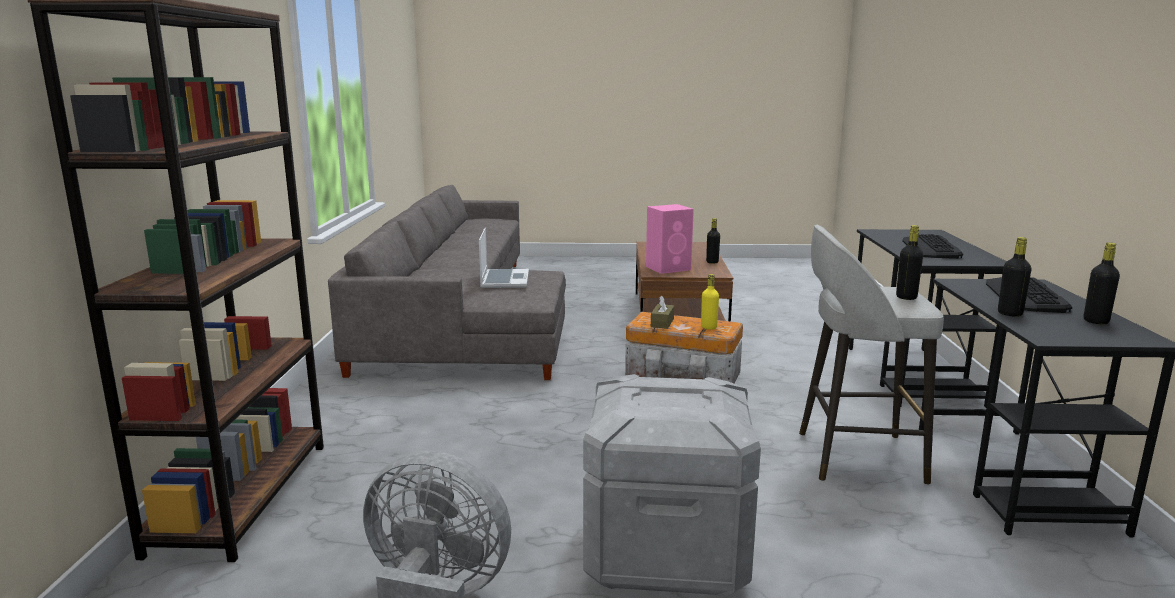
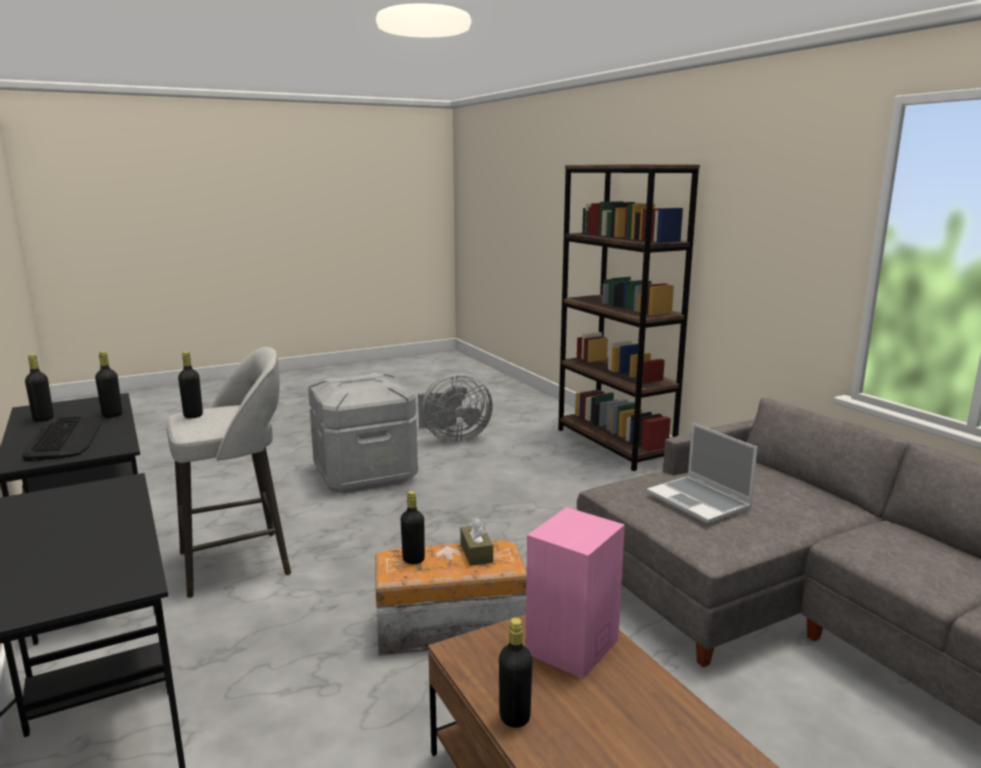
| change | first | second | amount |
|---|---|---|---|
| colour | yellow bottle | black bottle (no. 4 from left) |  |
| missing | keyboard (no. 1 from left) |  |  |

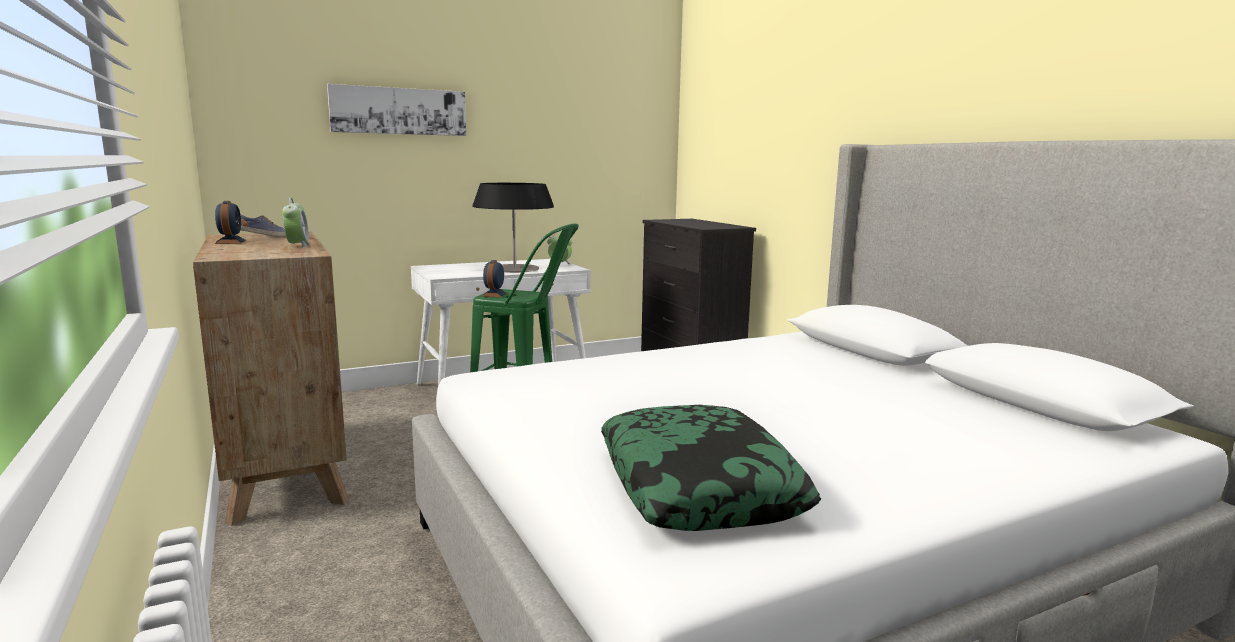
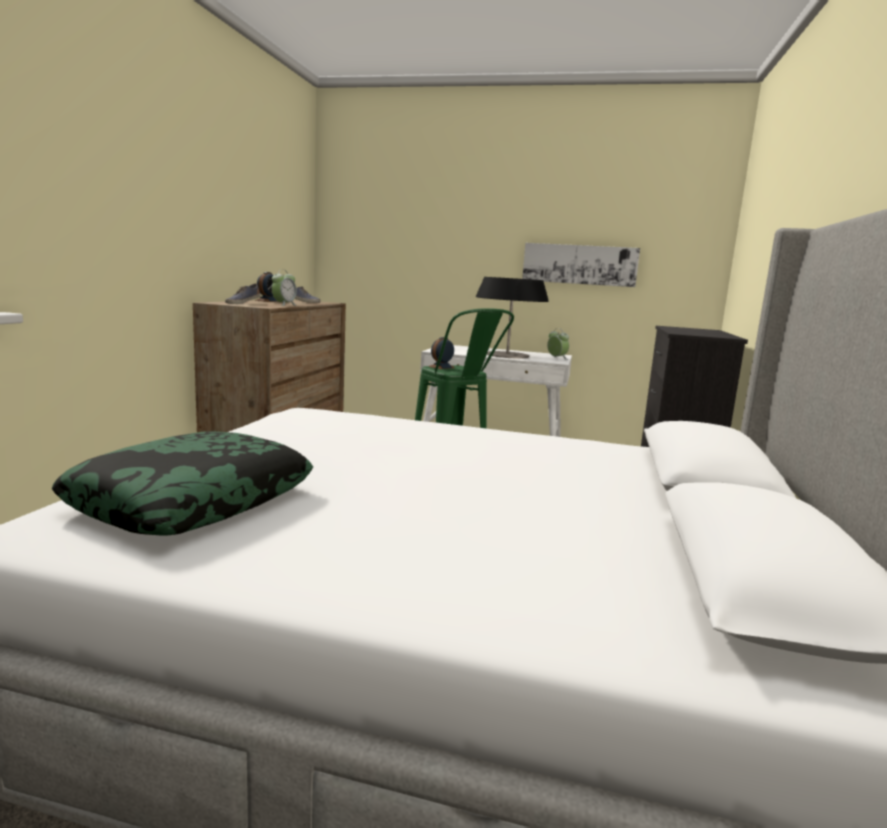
| change | first | second | amount |
|---|---|---|---|
| relocated | picture |  |  |
| appeared |  | shoe (no. 1 from left) |  |

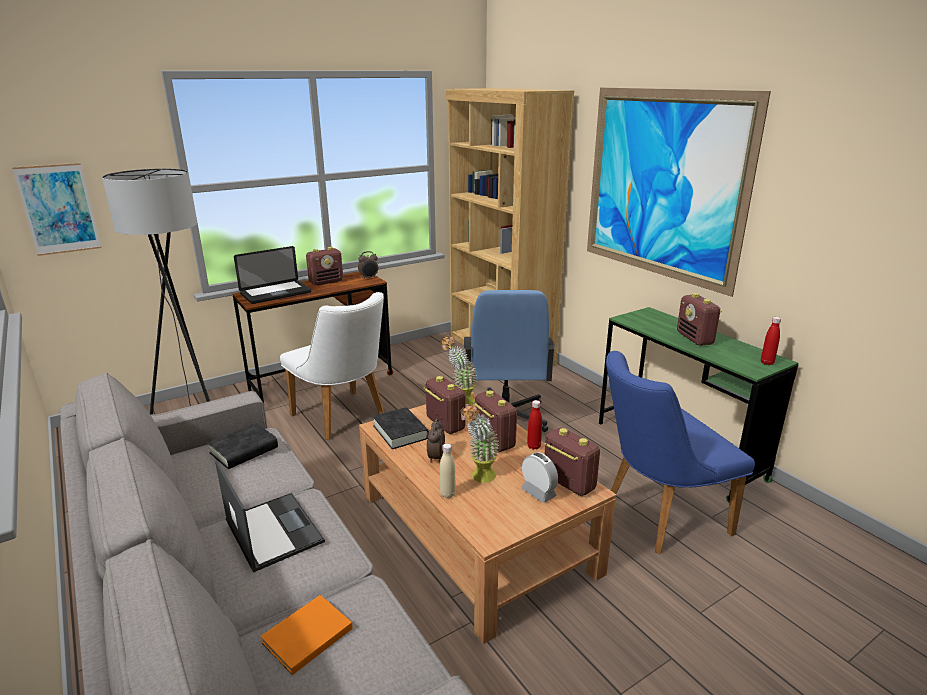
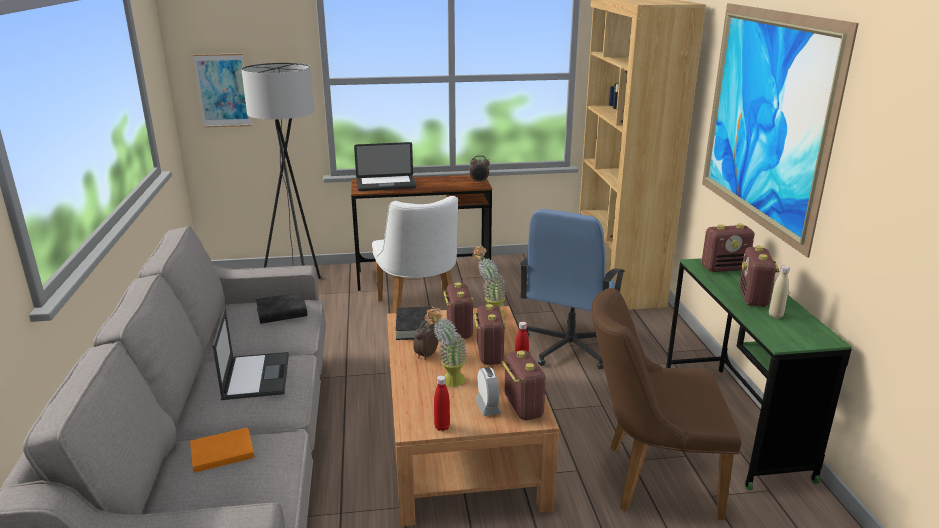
| change | first | second | amount |
|---|---|---|---|
| relocated | radio (no. 1 from left in the first image) | radio (no. 4 from left) |  |
| relocated | beige bottle |  |  |
| colour | blue chair | brown chair |  |
| relocated | red bottle (no. 2 from left in the first image) | red bottle (no. 1 from left) |  |

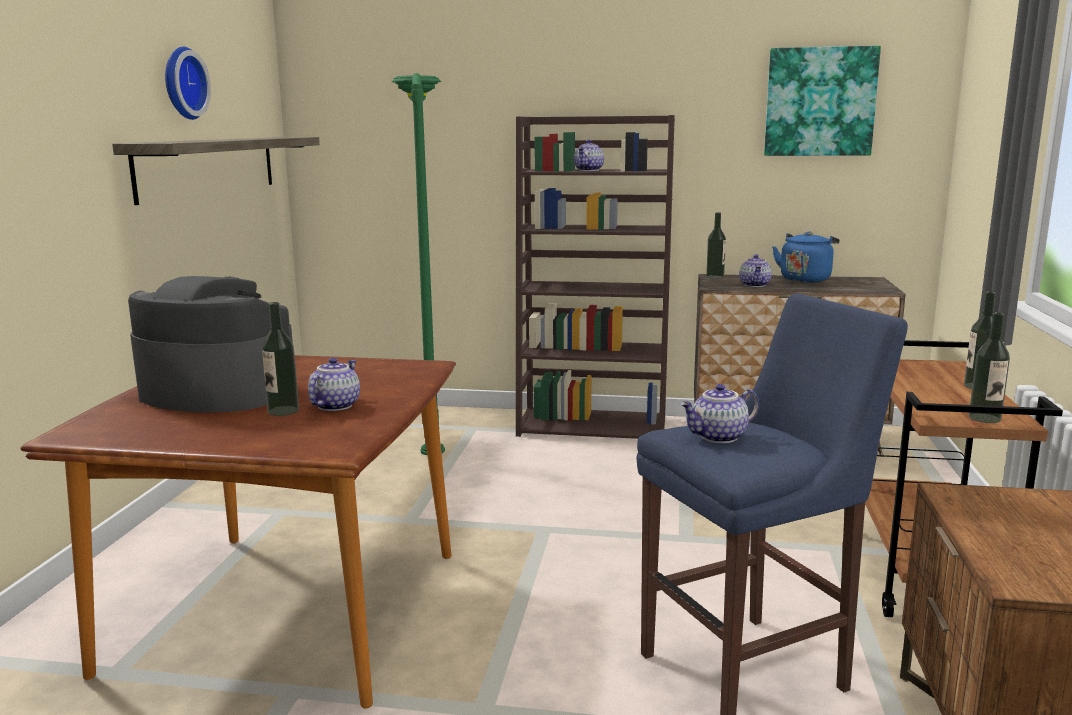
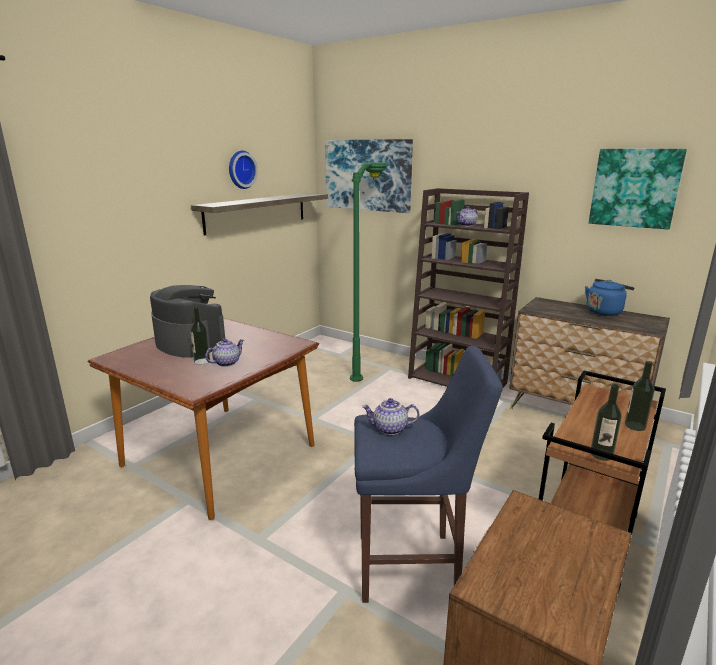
| change | first | second | amount |
|---|---|---|---|
| missing | bottle (no. 2 from left) |  |  |
| missing | teapot (no. 4 from left) |  |  |
| appeared |  | picture (no. 1 from left) |  |

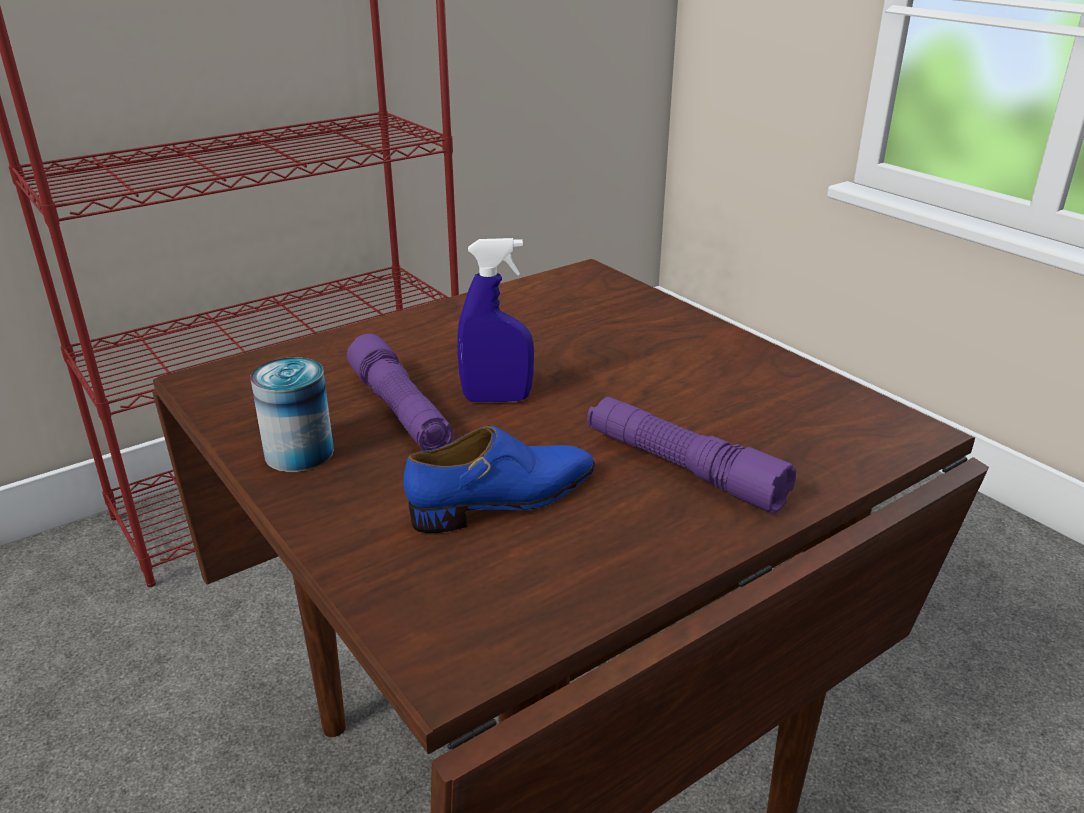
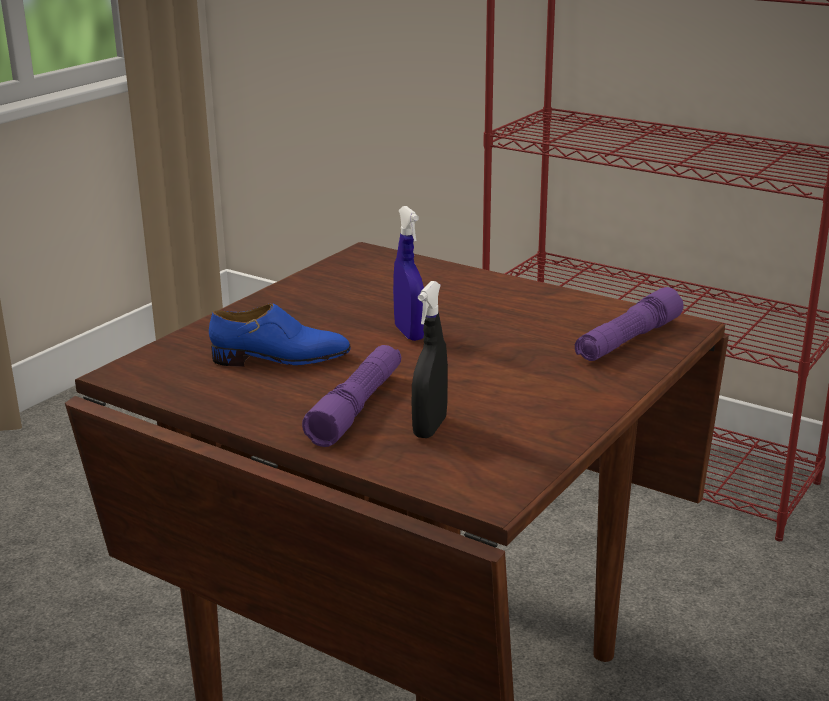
| change | first | second | amount |
|---|---|---|---|
| missing | can |  |  |
| relocated | purple flashlight (no. 1 from left in the first image) | purple flashlight (no. 2 from left) |  |
| spun | blue shoe |  | 45 degrees counterclockwise |
| appeared |  | black spray bottle |  |

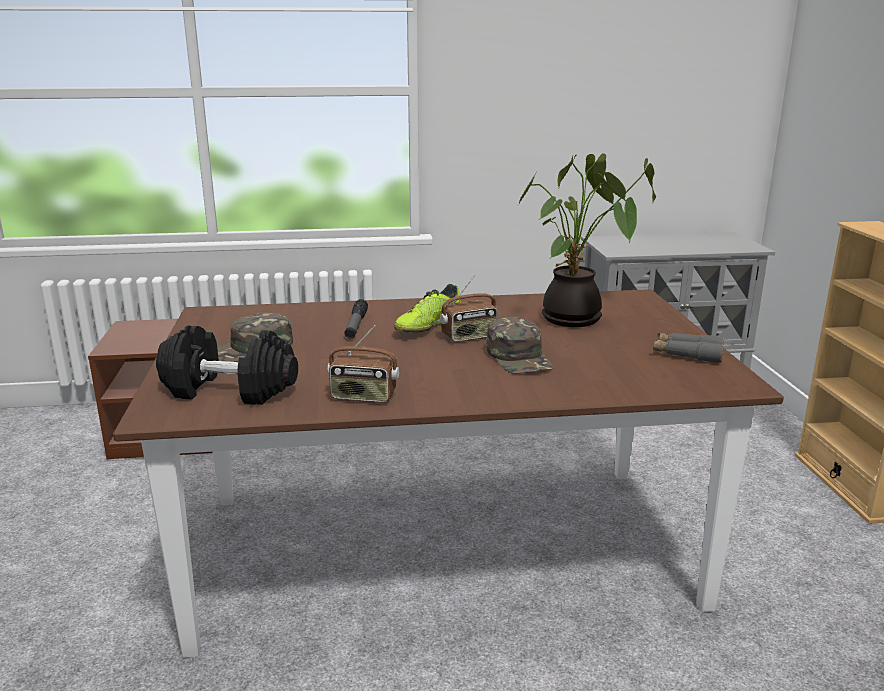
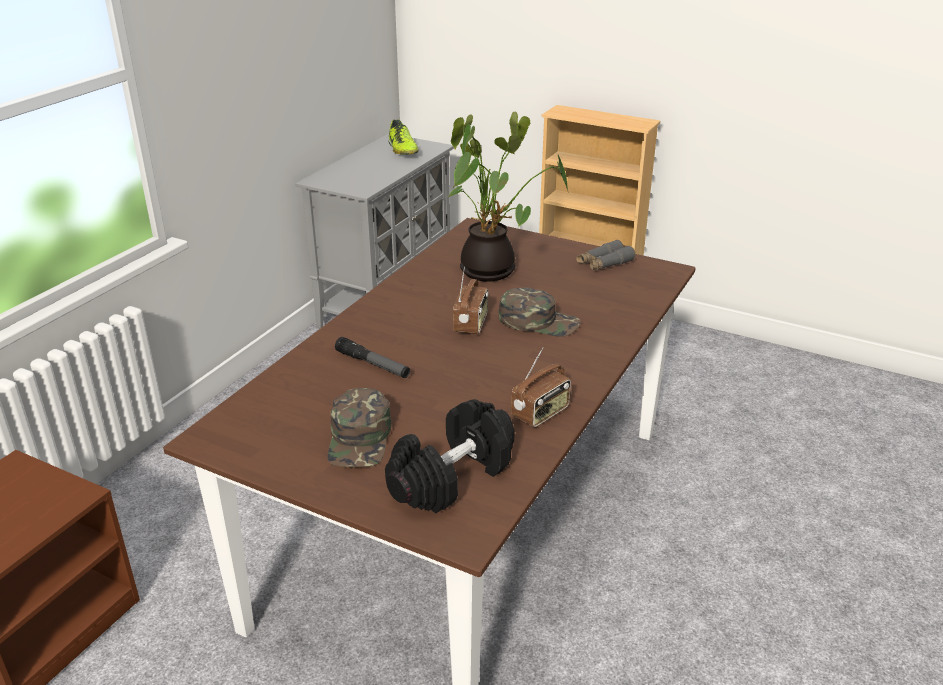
| change | first | second | amount |
|---|---|---|---|
| relocated | shoe |  |  |

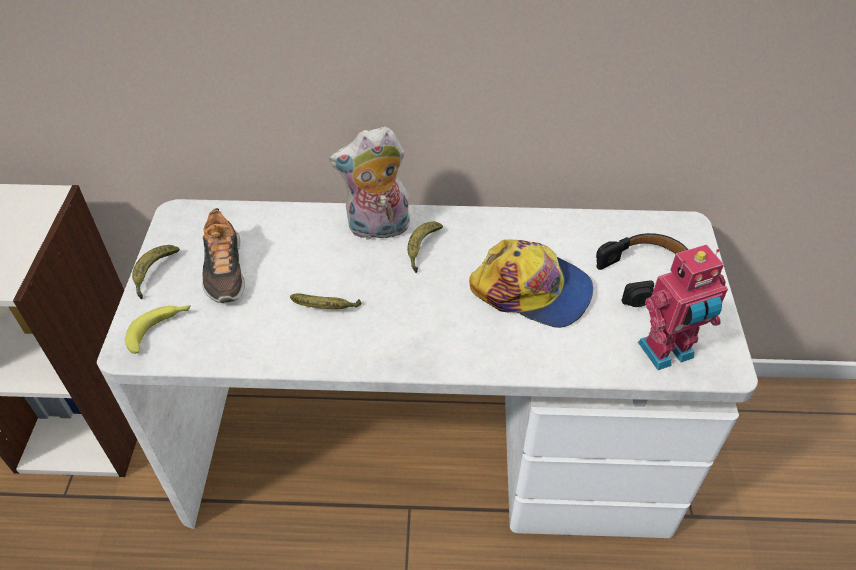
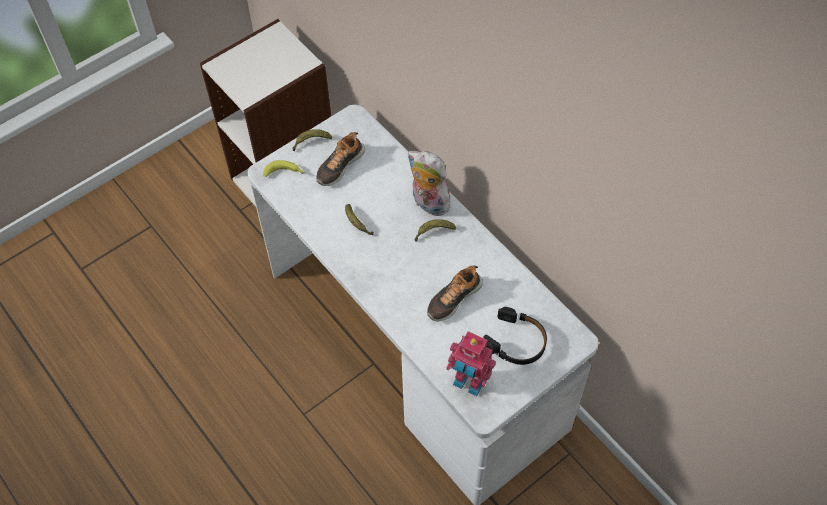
| change | first | second | amount |
|---|---|---|---|
| exchanged | cap | shoe (no. 2 from left) |  |

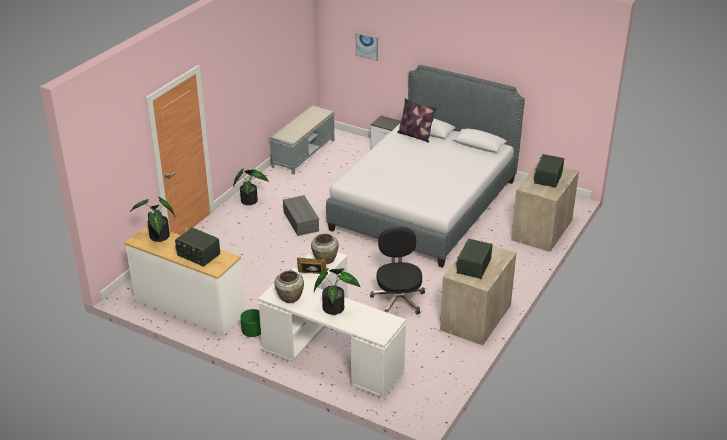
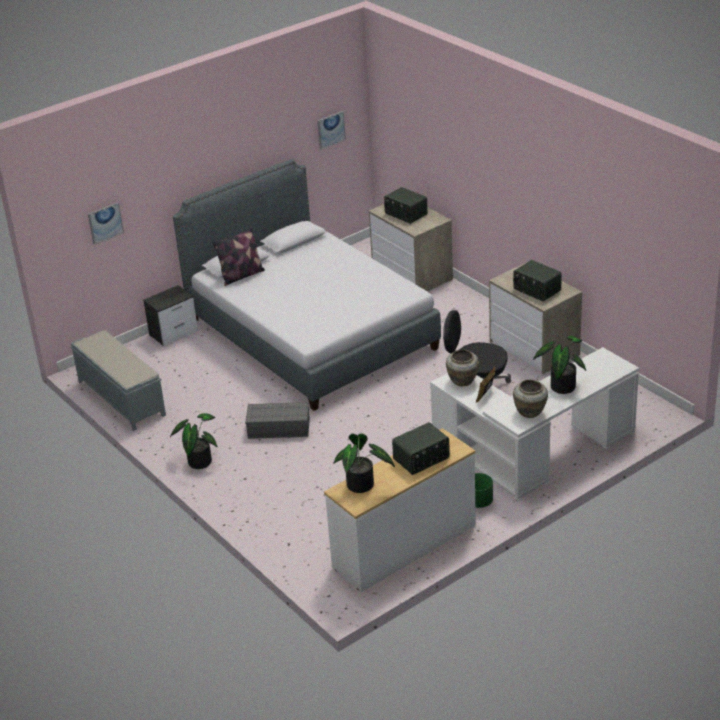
| change | first | second | amount |
|---|---|---|---|
| appeared |  | picture (no. 2 from left) |  |

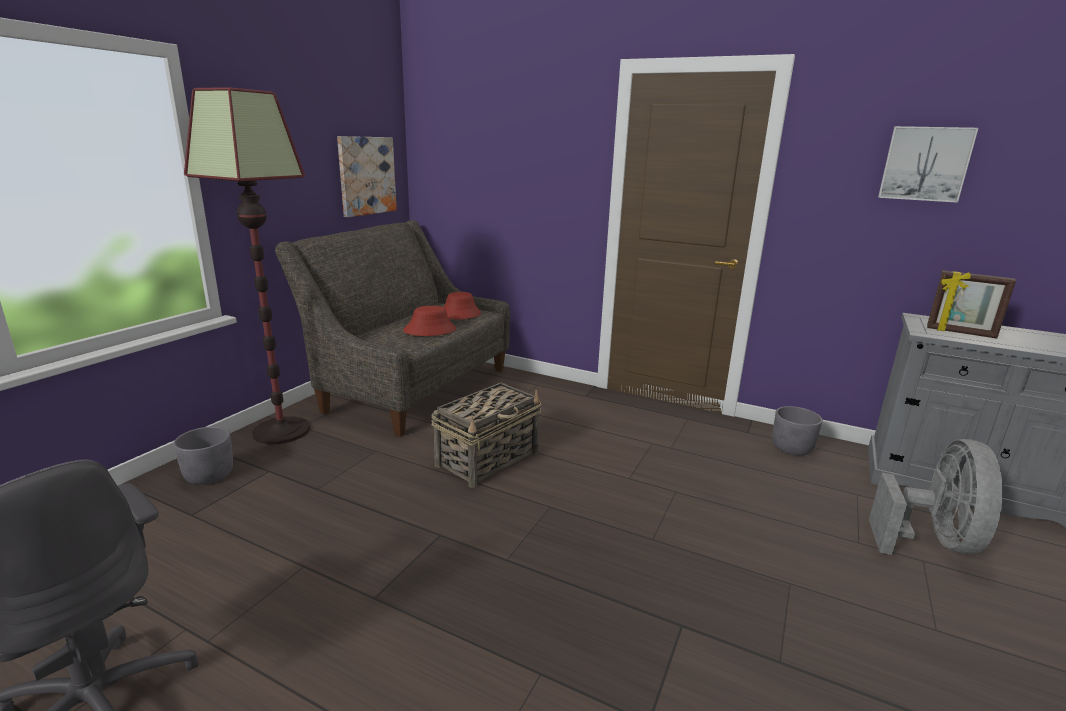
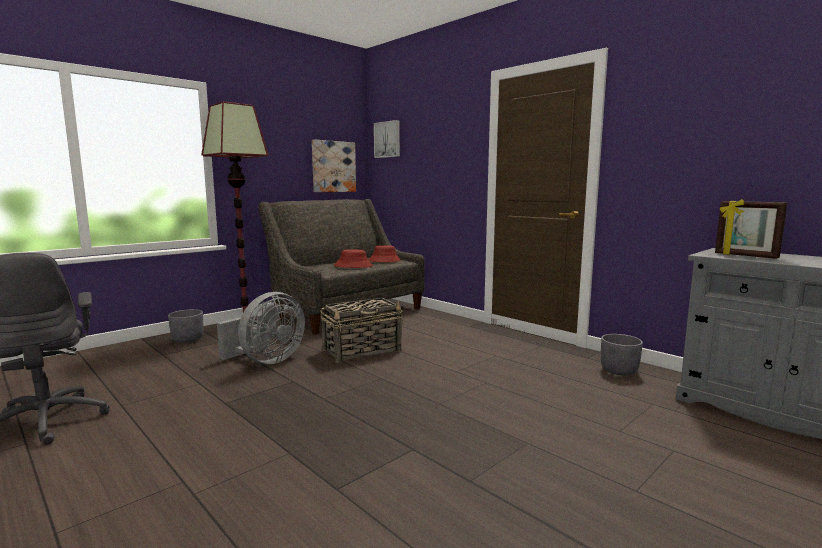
| change | first | second | amount |
|---|---|---|---|
| relocated | grey fan |  |  |
| relocated | picture (no. 2 from left) |  |  |

